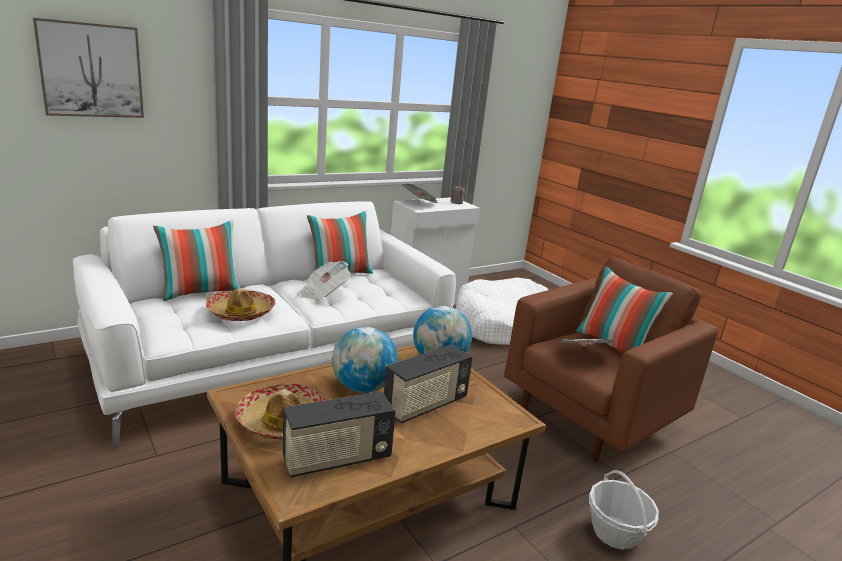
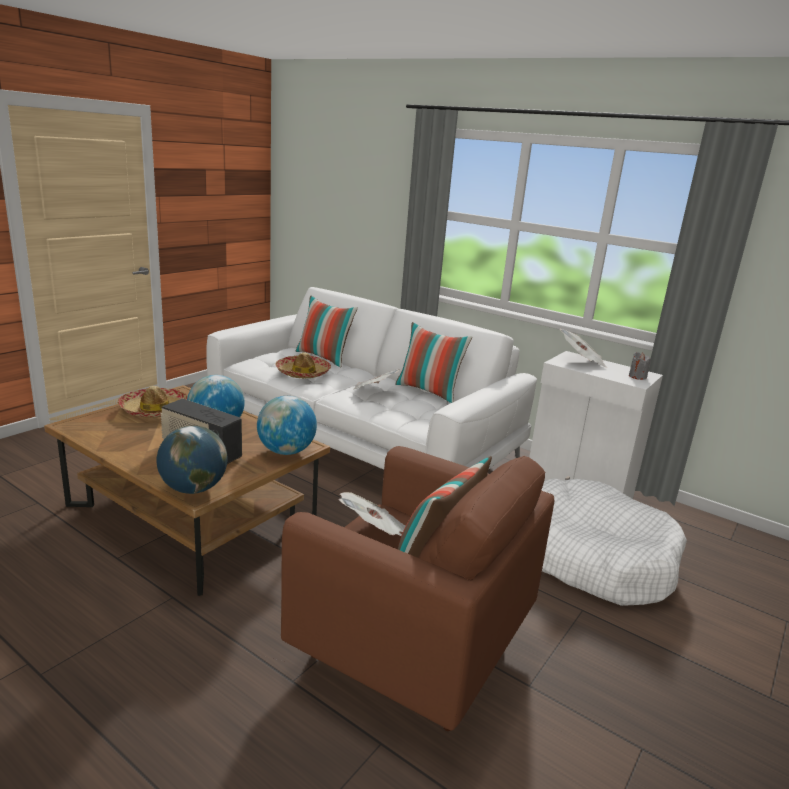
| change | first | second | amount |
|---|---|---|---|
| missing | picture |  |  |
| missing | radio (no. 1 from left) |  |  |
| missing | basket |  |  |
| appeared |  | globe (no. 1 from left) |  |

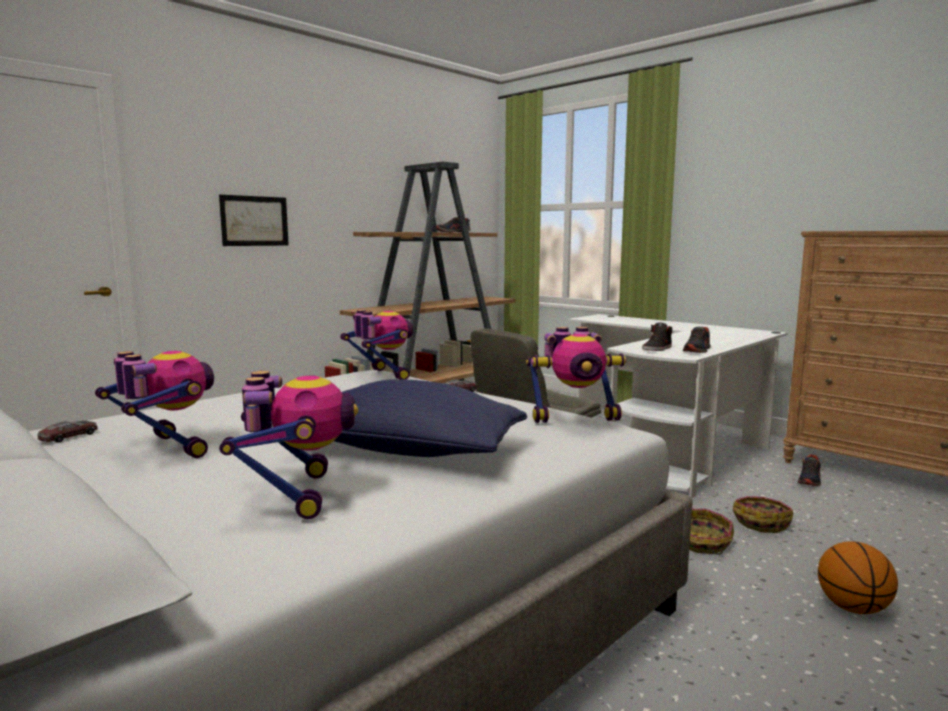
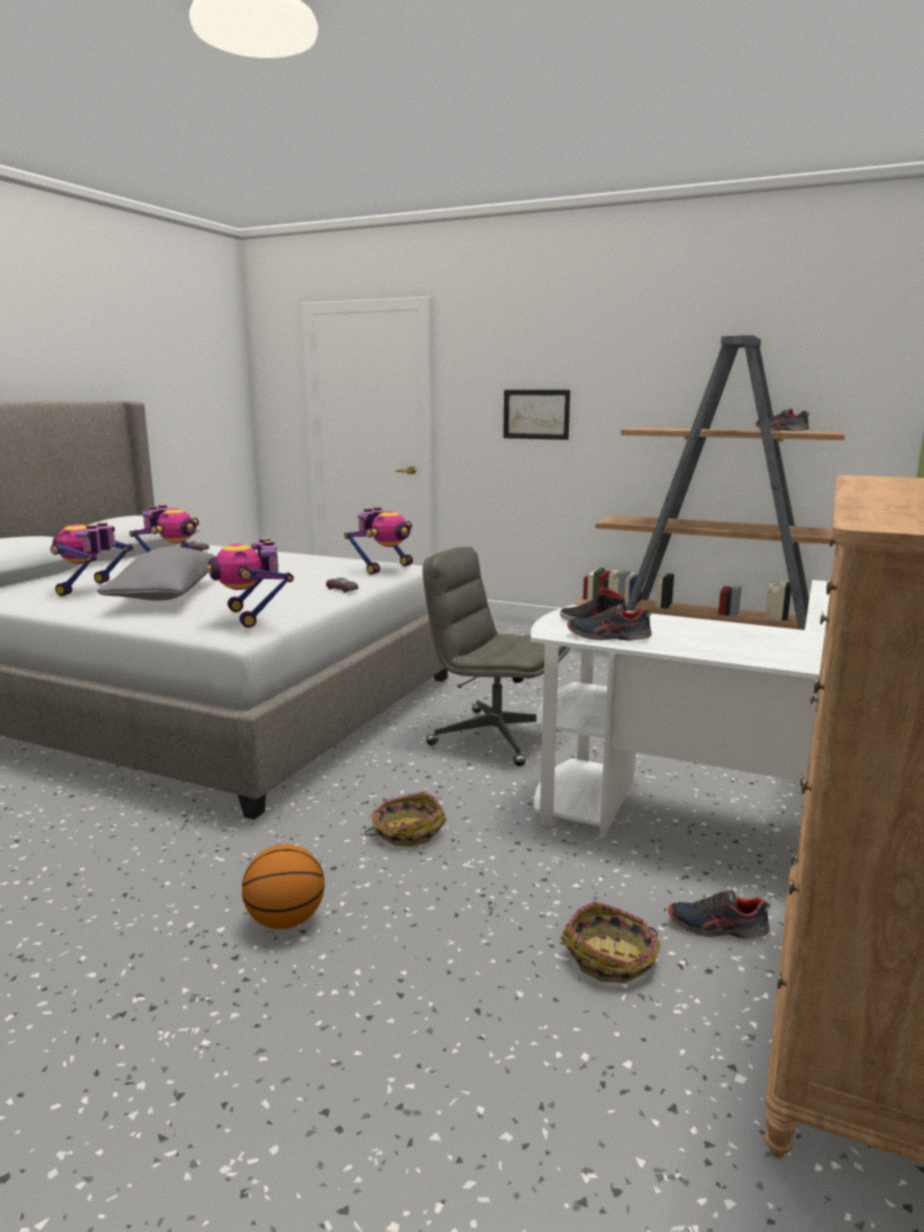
| change | first | second | amount |
|---|---|---|---|
| spun | toy robot (no. 2 from left in the first image) | toy robot (no. 1 from left) | 135 degrees clockwise |
| colour | blue pillow | grey pillow |  |
| relocated | basket (no. 2 from left) |  |  |

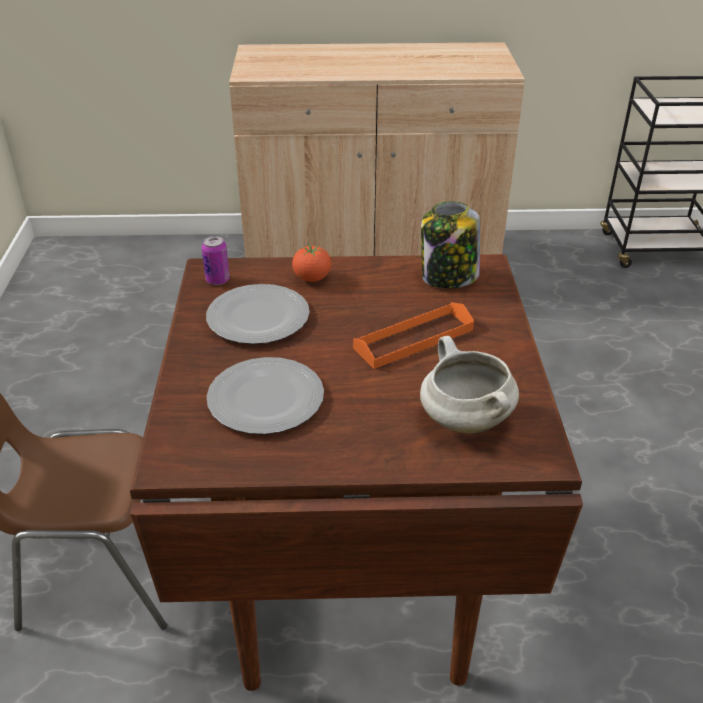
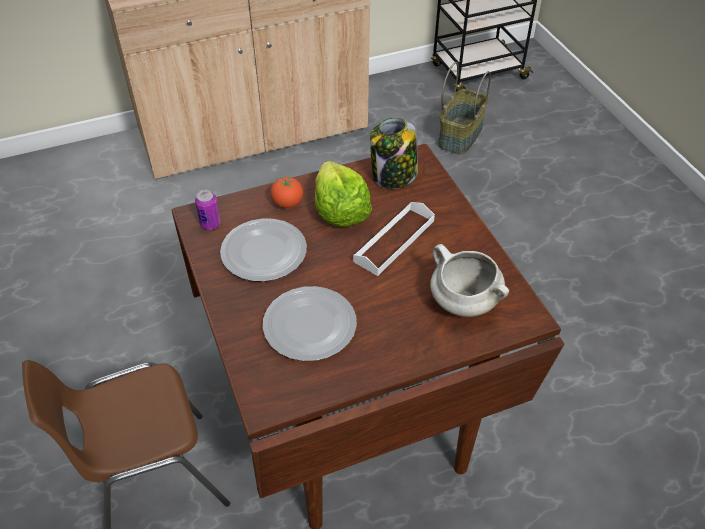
| change | first | second | amount |
|---|---|---|---|
| colour | orange tray | white tray |  |
| appeared |  | lettuce |  |
| appeared |  | basket |  |

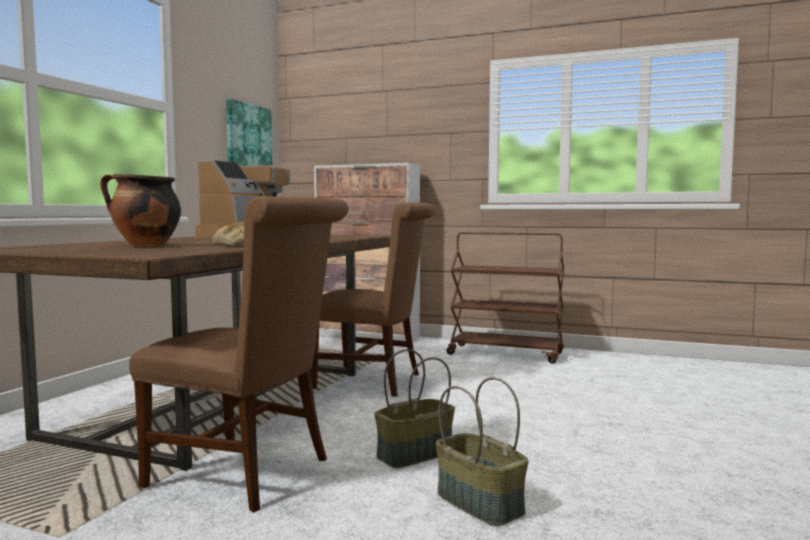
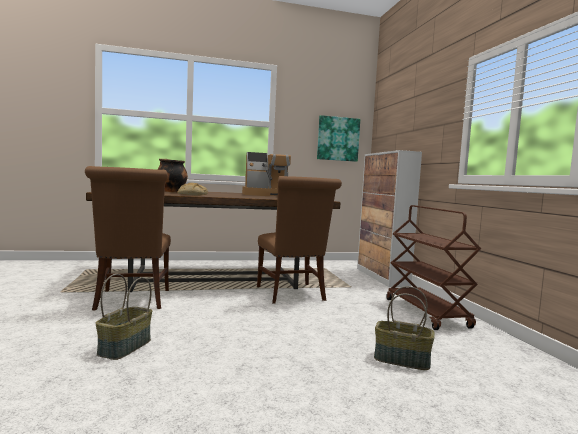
| change | first | second | amount |
|---|---|---|---|
| relocated | basket (no. 1 from left in the first image) | basket (no. 2 from left) |  |

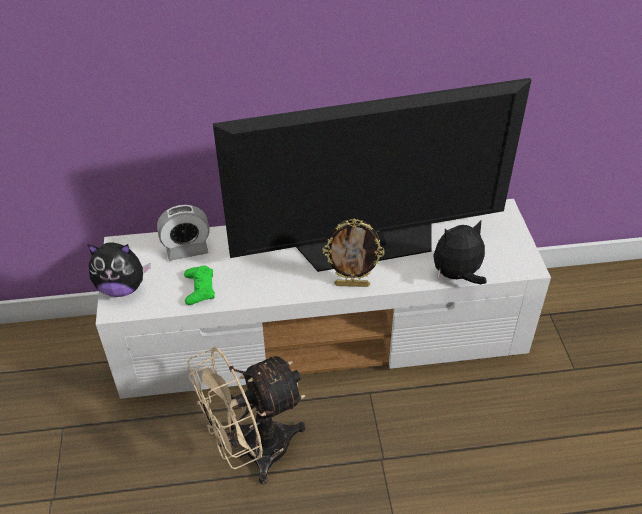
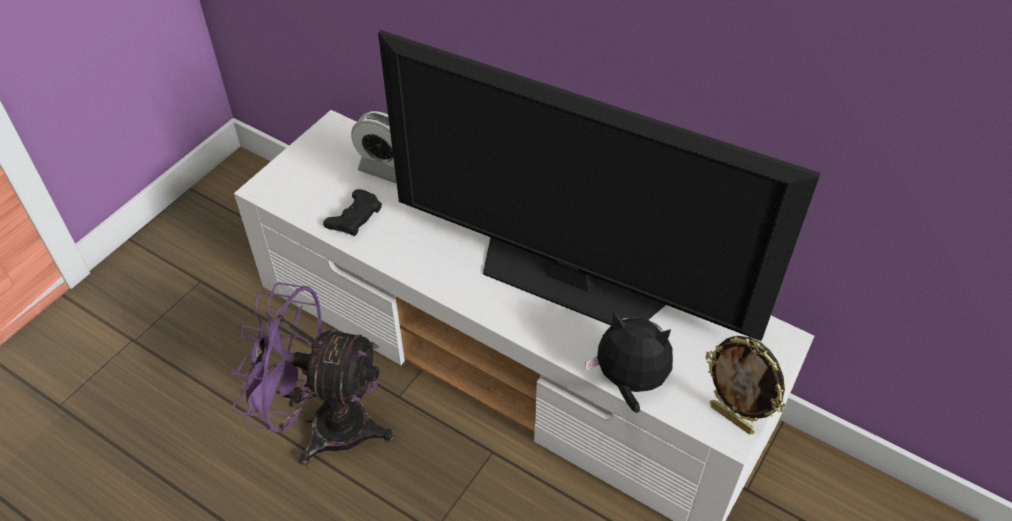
| change | first | second | amount |
|---|---|---|---|
| missing | plush toy (no. 1 from left) |  |  |
| colour | green game controller | black game controller |  |
| colour | beige fan | purple fan |  |
| relocated | picture frame |  |  |

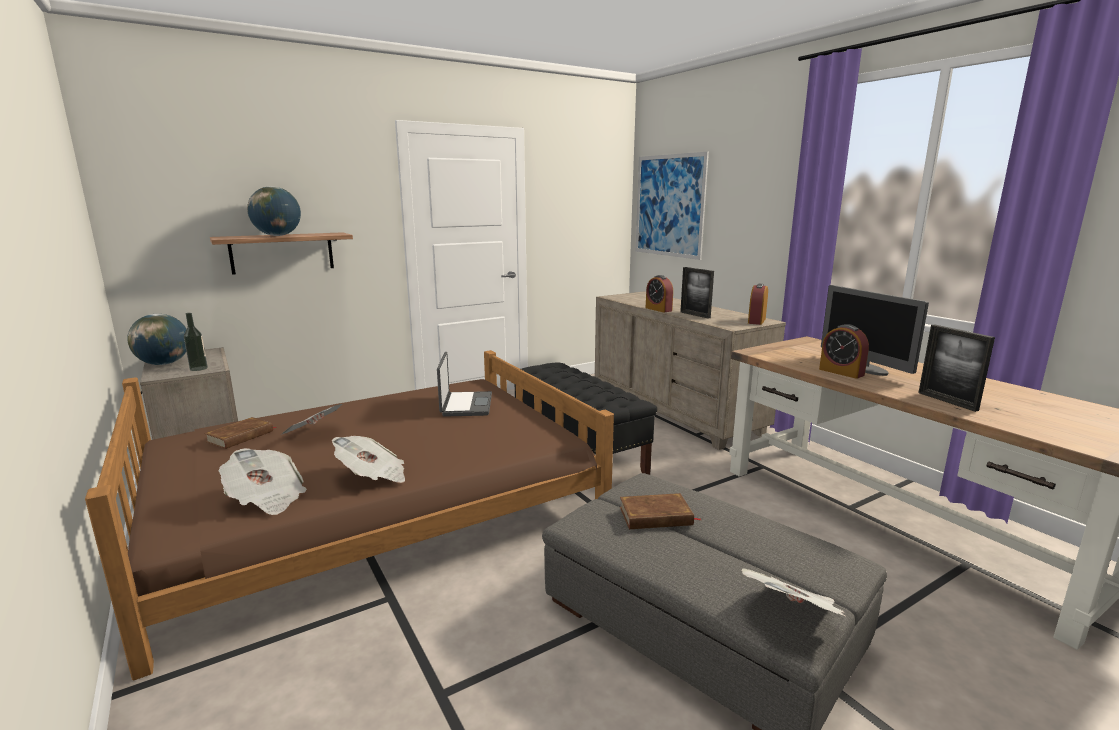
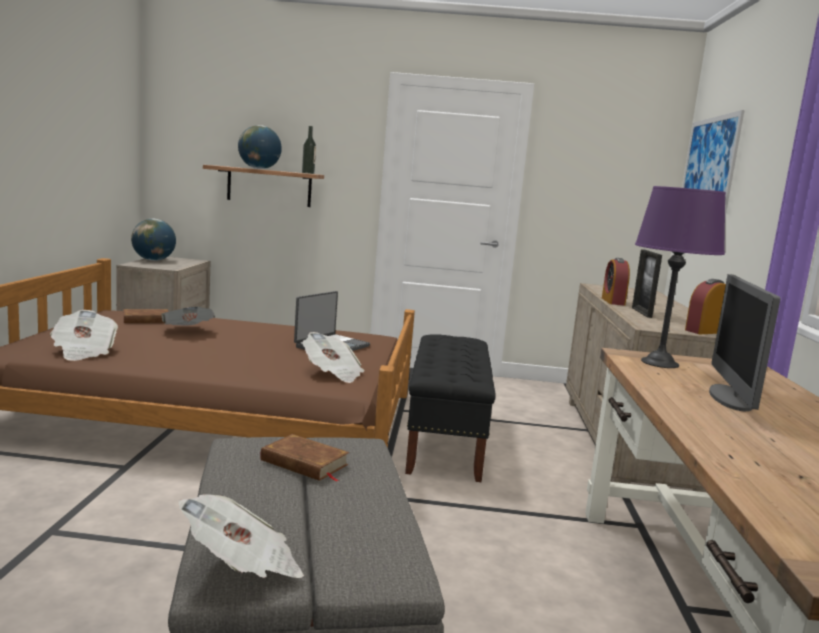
| change | first | second | amount |
|---|---|---|---|
| relocated | bottle |  |  |
| relocated | newspaper (no. 3 from left in the first image) | newspaper (no. 4 from left) |  |
| missing | alarm clock (no. 3 from left) |  |  |
| missing | picture frame (no. 2 from left) |  |  |
| appeared |  | purple table lamp |  |

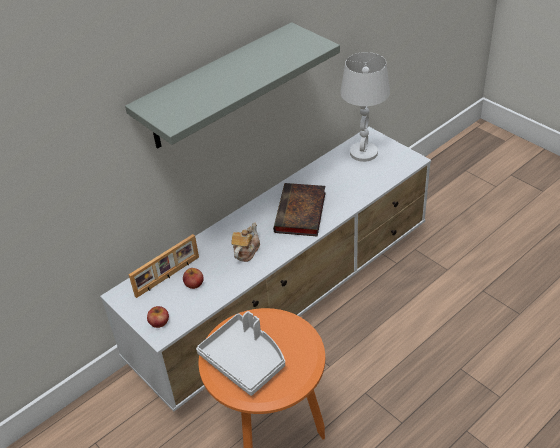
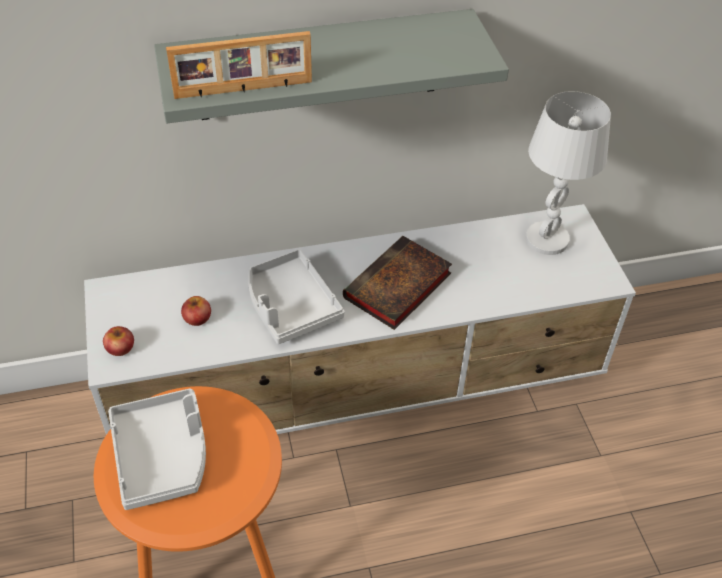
| change | first | second | amount |
|---|---|---|---|
| relocated | picture frame |  |  |
| exchanged | teapot | grey tray (no. 2 from left) |  |

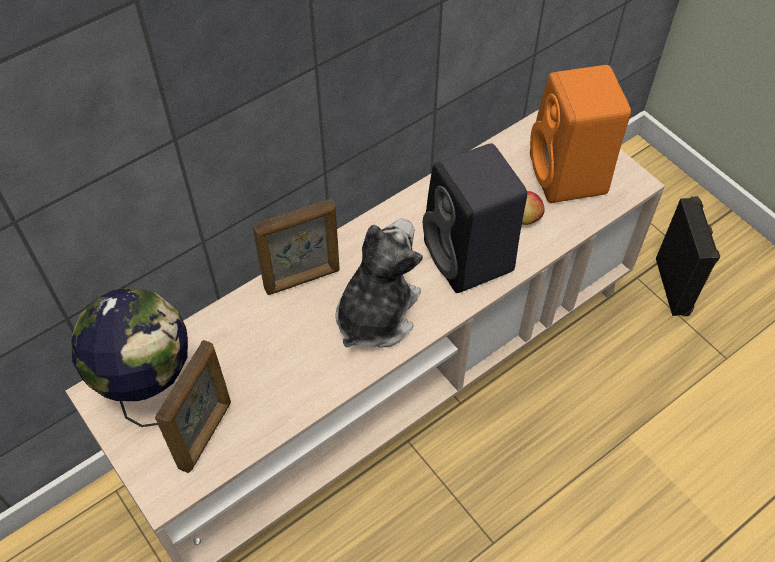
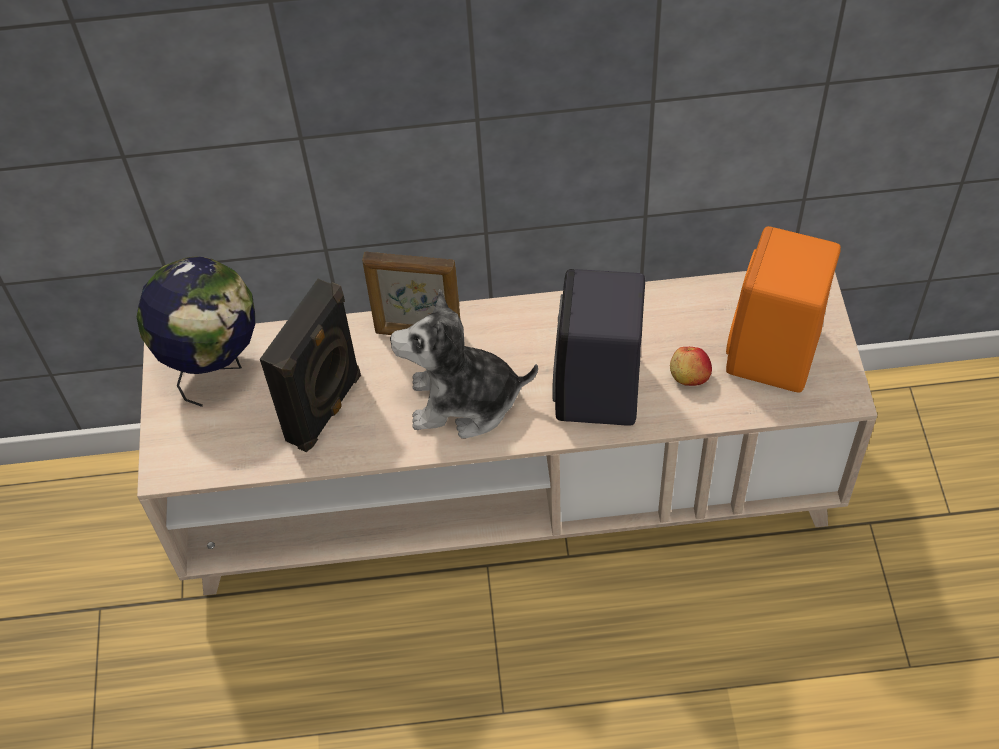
| change | first | second | amount |
|---|---|---|---|
| missing | picture frame (no. 1 from left) |  |  |
| spun | plush toy |  | 150 degrees counterclockwise |
| relocated | black speaker (no. 2 from left in the first image) | black speaker (no. 1 from left) |  |

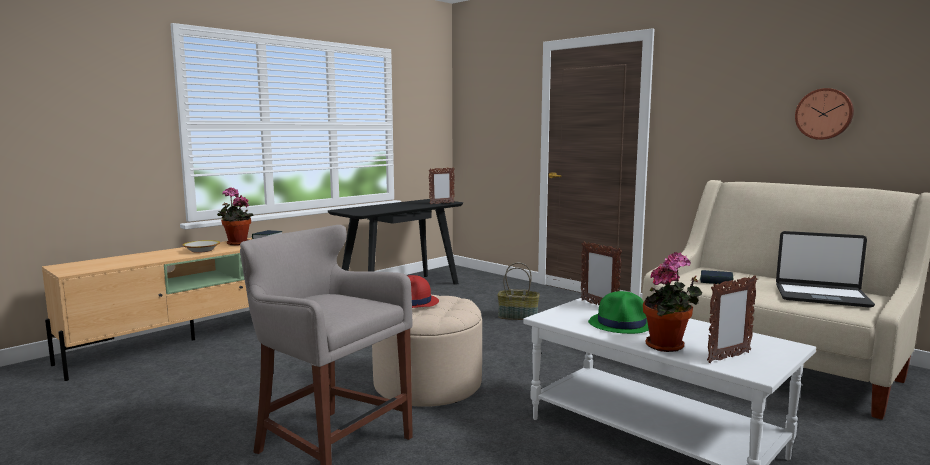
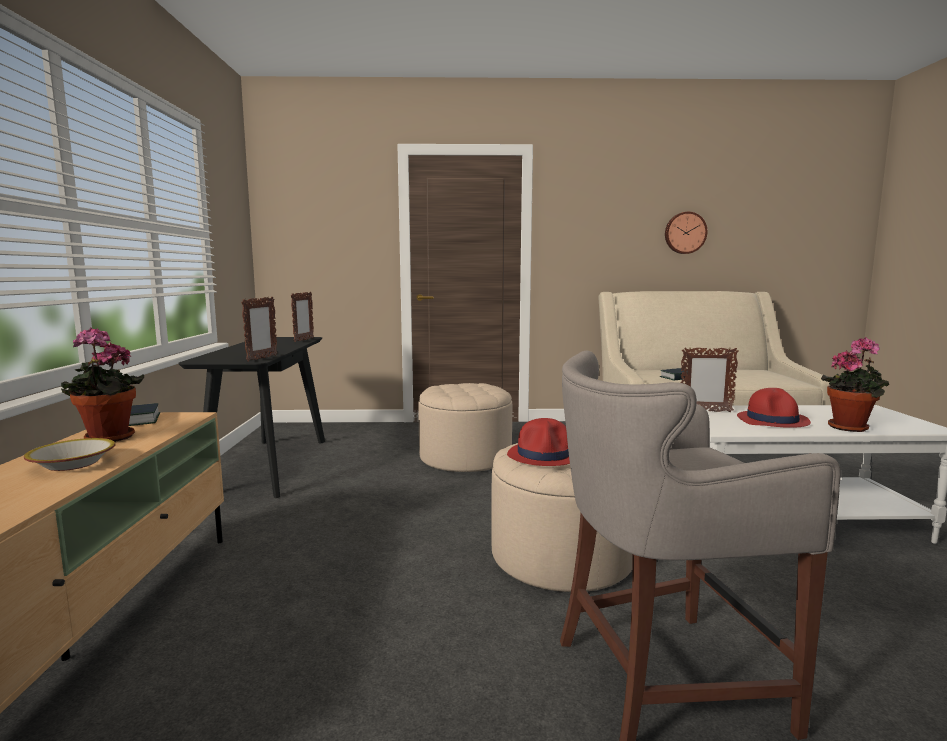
| change | first | second | amount |
|---|---|---|---|
| exchanged | basket | beige ottoman (no. 1 from left) |  |
| colour | green hat | red hat (no. 2 from left) |  |
| relocated | picture frame (no. 3 from left in the first image) | picture frame (no. 1 from left) |  |
| missing | laptop |  |  |

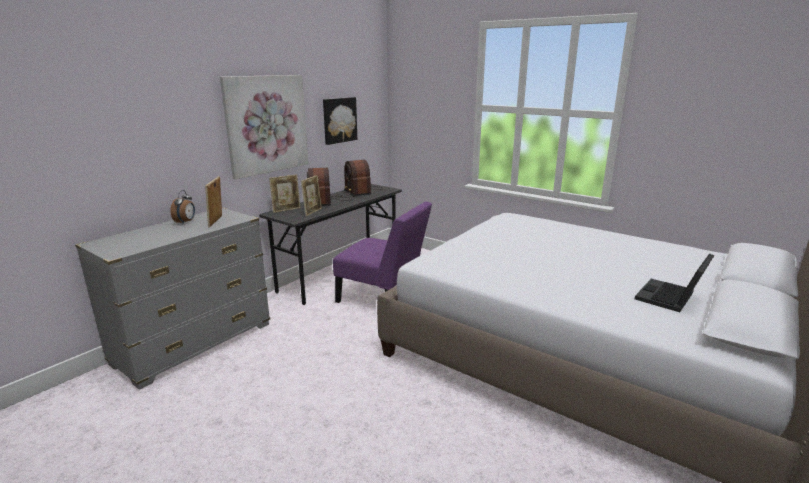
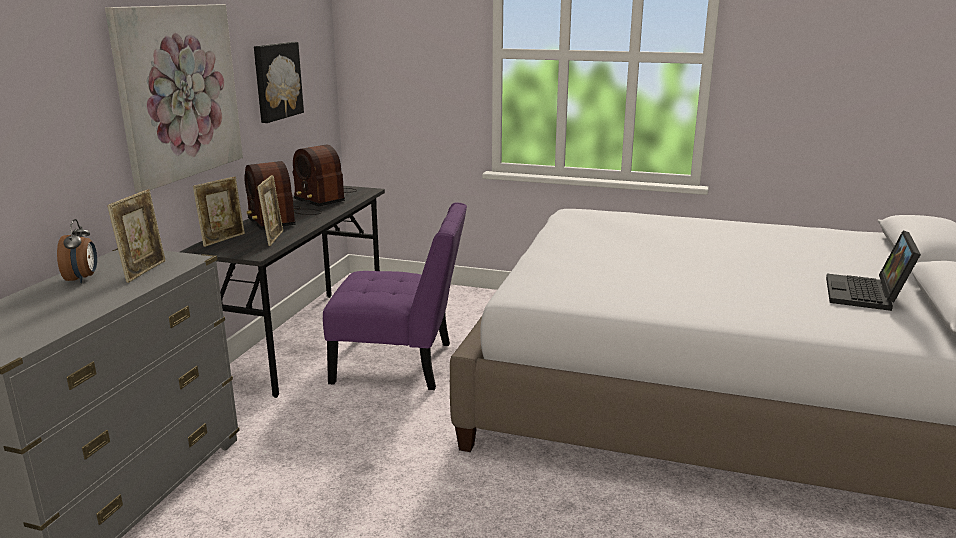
| change | first | second | amount |
|---|---|---|---|
| spun | picture frame (no. 1 from left) |  | 150 degrees counterclockwise |

